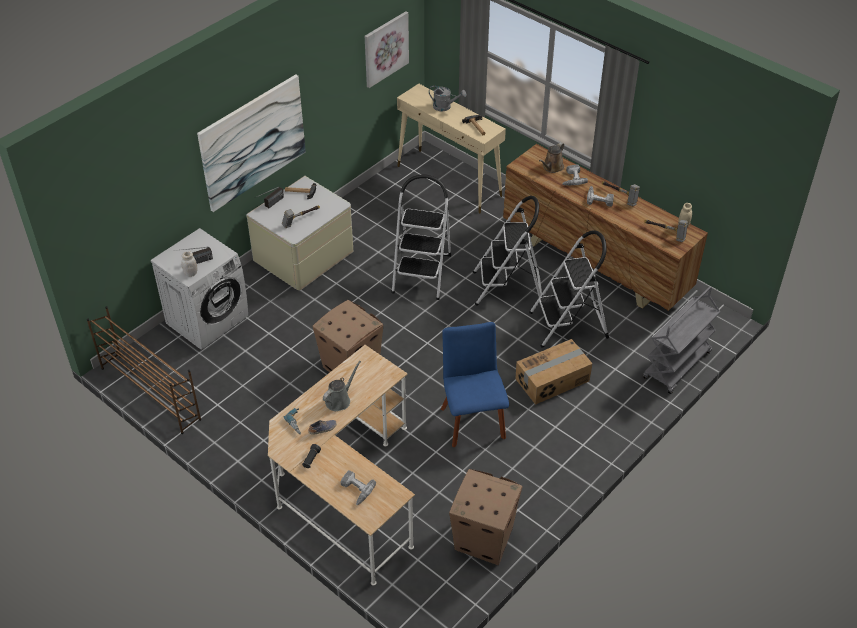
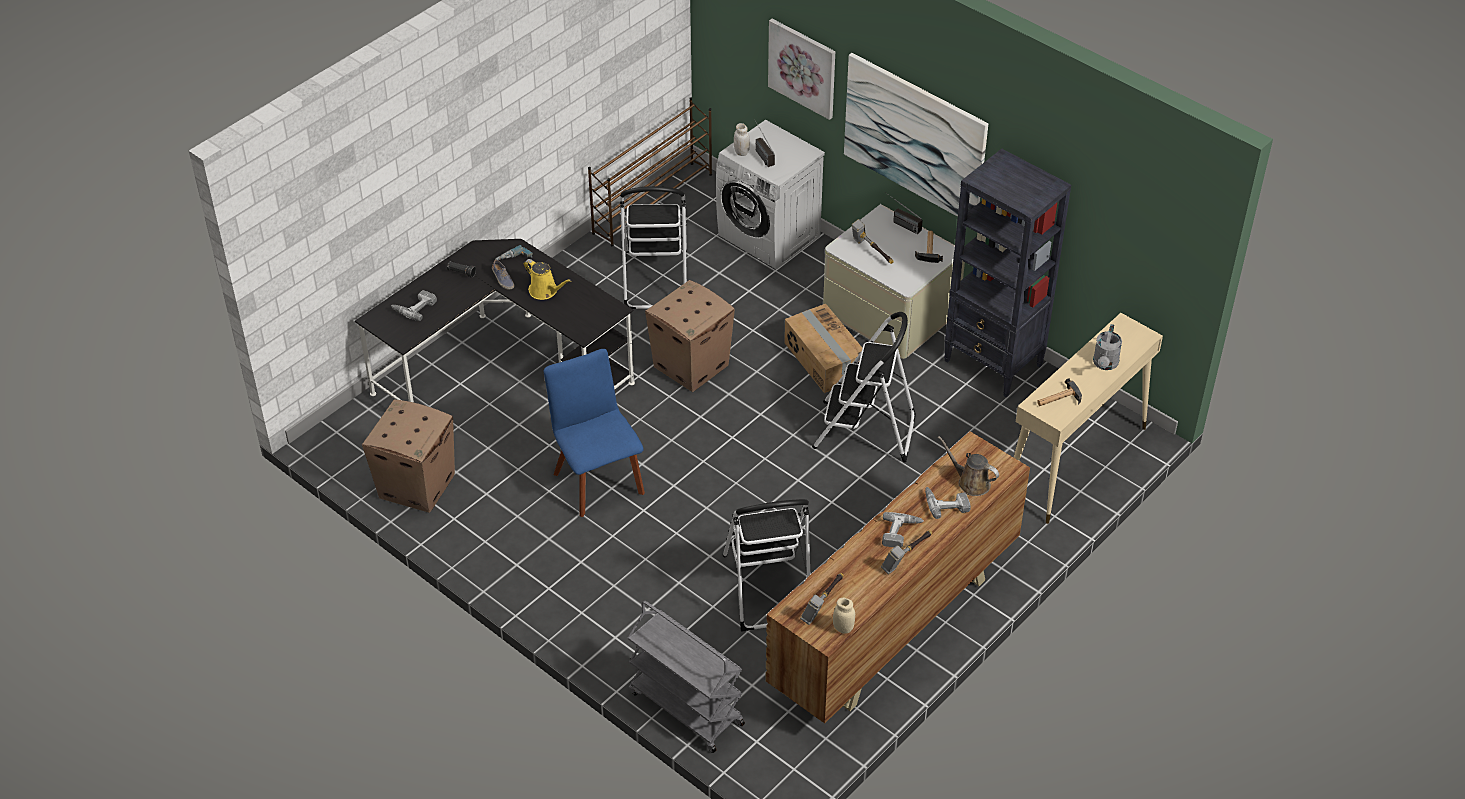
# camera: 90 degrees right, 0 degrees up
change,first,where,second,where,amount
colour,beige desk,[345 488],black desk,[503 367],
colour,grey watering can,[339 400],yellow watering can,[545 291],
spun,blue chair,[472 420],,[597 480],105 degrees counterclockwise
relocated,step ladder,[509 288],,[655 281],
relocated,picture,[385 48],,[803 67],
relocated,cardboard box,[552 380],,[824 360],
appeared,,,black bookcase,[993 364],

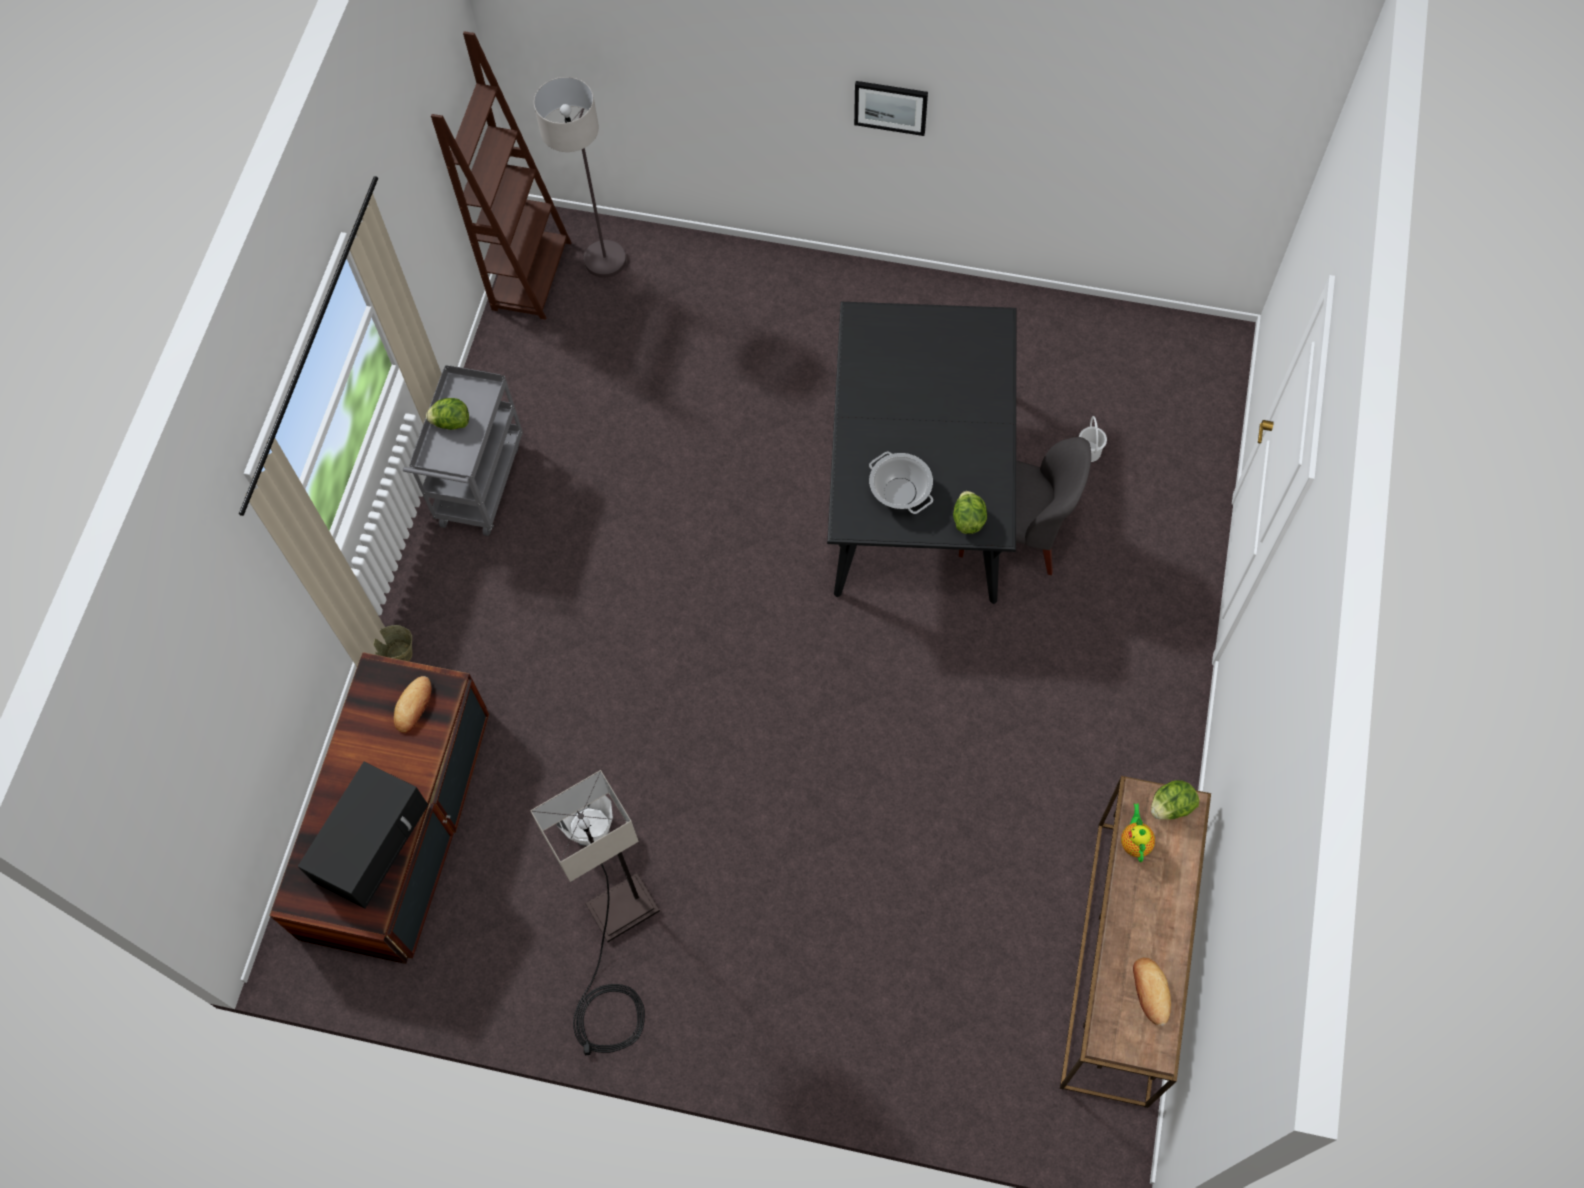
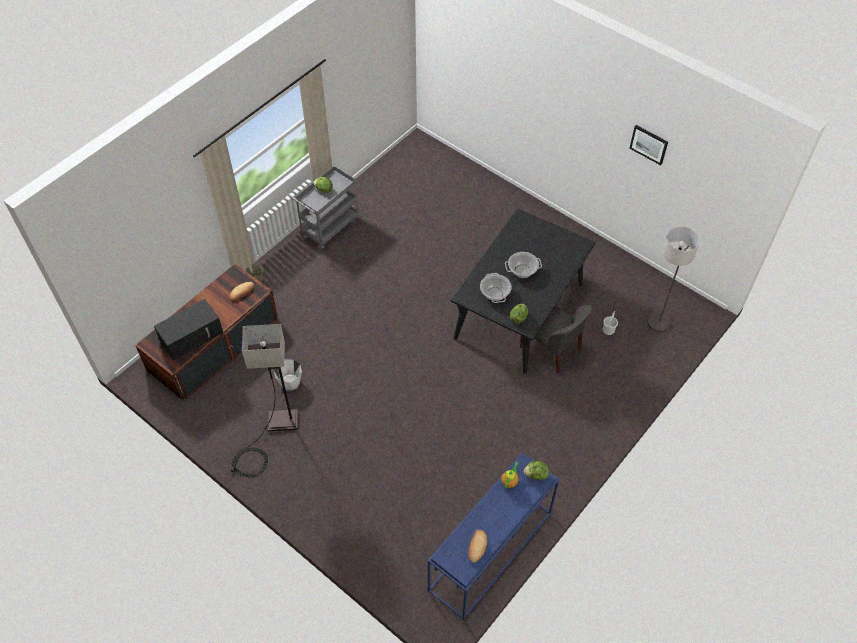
# camera: 25 degrees right, 10 degrees down
change,first,where,second,where,amount
colour,brown console table,[1124 963],blue console table,[490 552],
appeared,,,cooking pot,[522 271],
relocated,picture,[890 106],,[649 144],
relocated,grey floor lamp,[602 270],,[655 327],
missing,brown bookcase,[531 276],,,

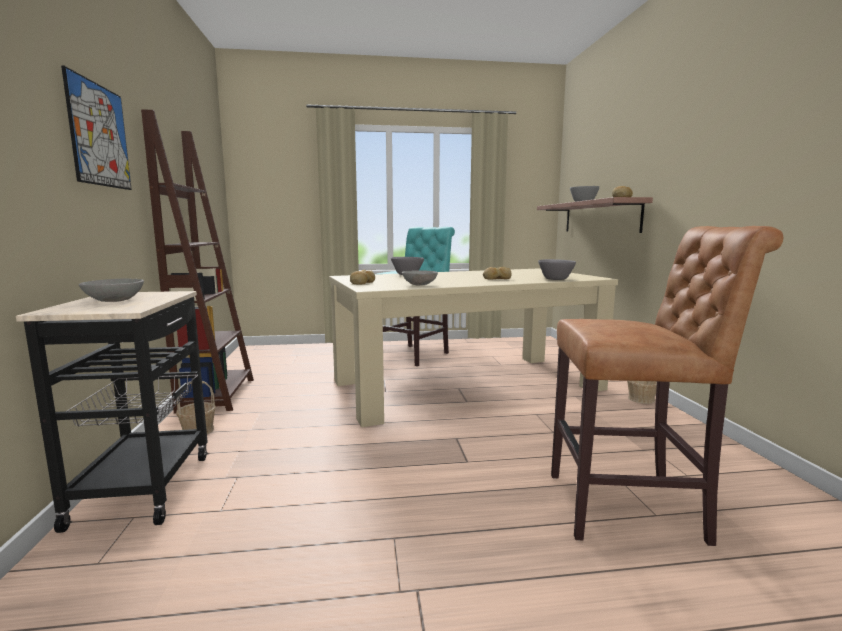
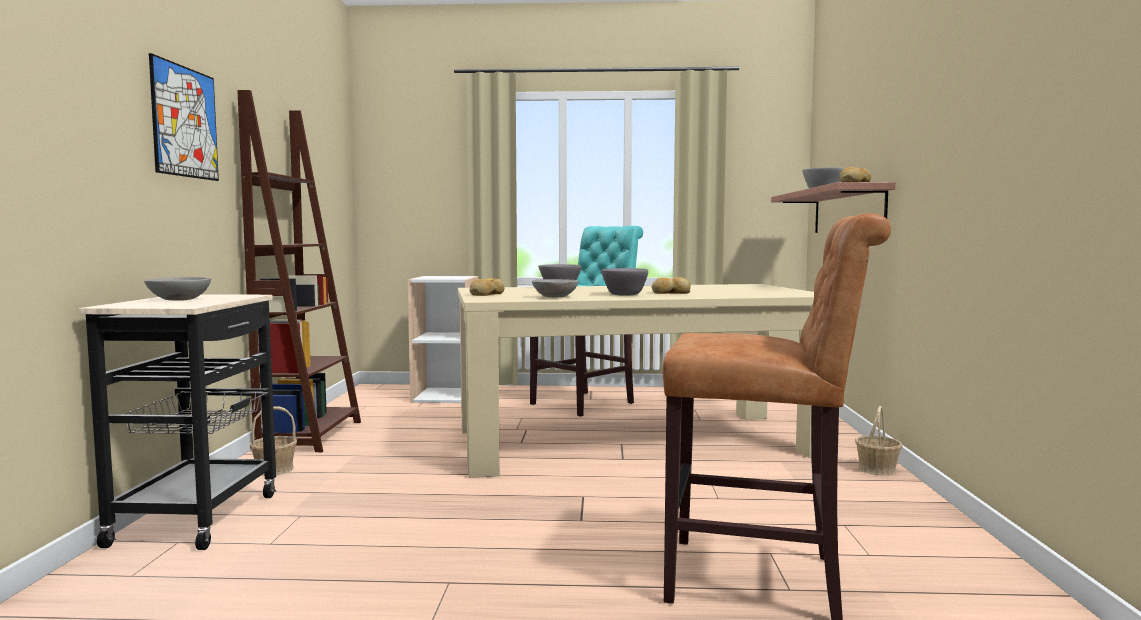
# camera: 10 degrees right, 5 degrees down
change,first,where,second,where,amount
appeared,,,bookcase,[447 396],
relocated,grey bowl,[554 279],,[625 294],

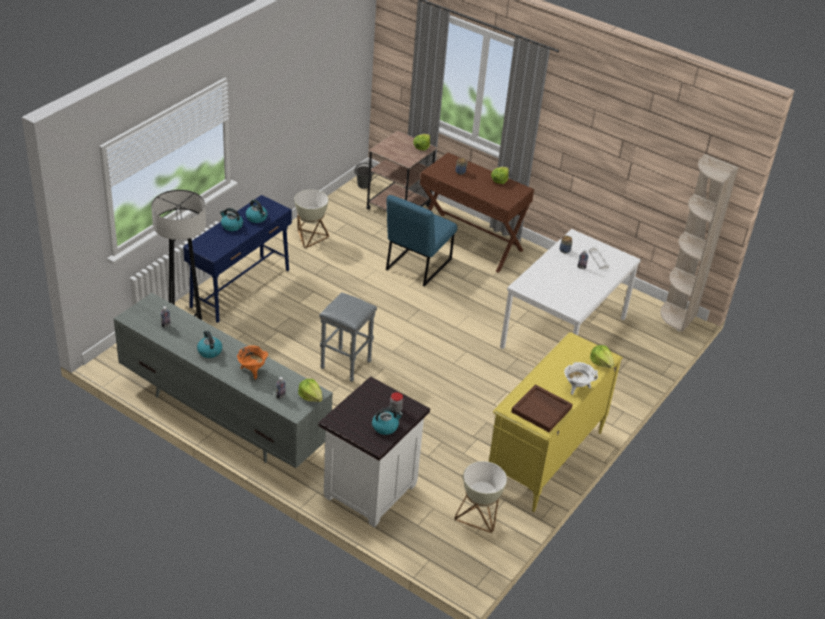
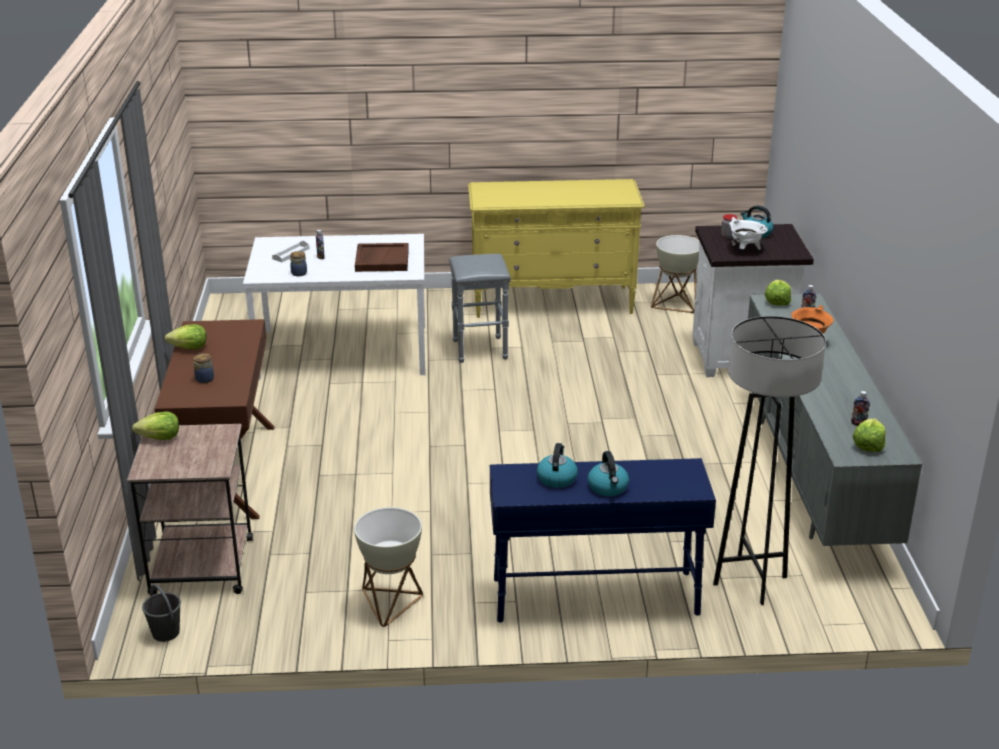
# camera: 125 degrees left, 10 degrees down
change,first,where,second,where,amount
relocated,brown tray,[542 410],,[381 260],
relocated,grey stool,[344 364],,[481 350],
relocated,white cooking pot,[577 388],,[745 250],
relocated,lettuce,[601 362],,[868 445],
missing,kettle,[209 351],,,
missing,blue chair,[417 265],,,
missing,beige bookcase,[675 320],,,

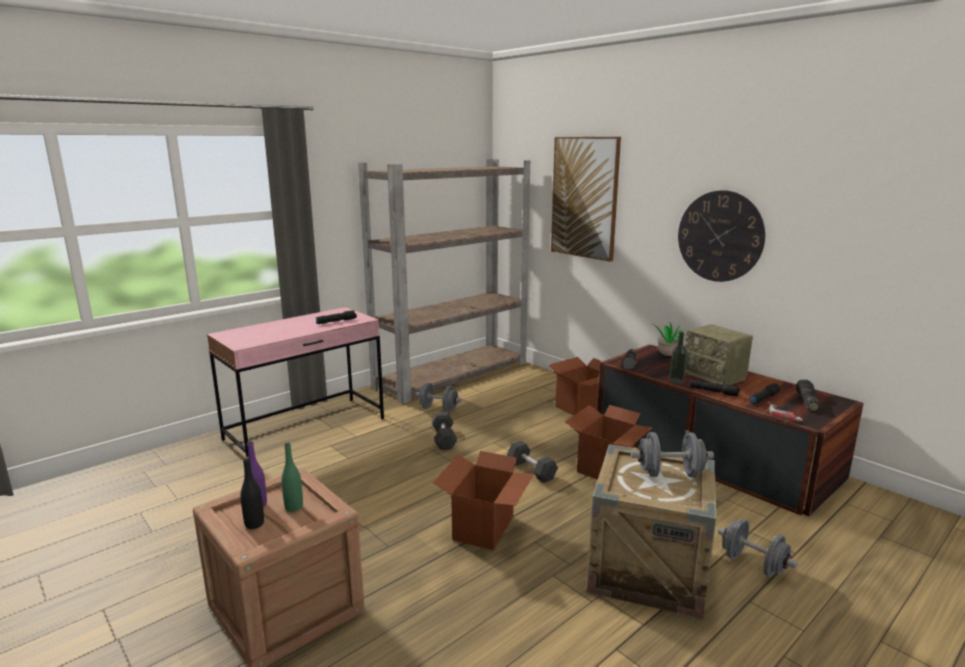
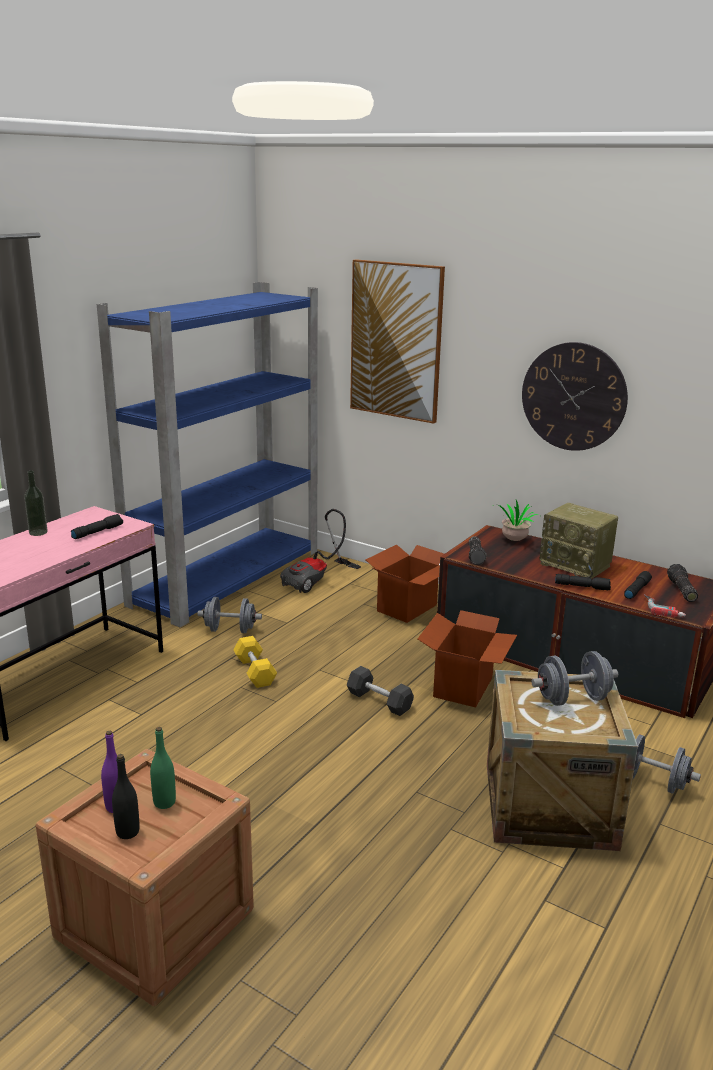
# camera: 15 degrees left, 5 degrees up
change,first,where,second,where,amount
relocated,bottle,[676 381],,[38 532],
colour,brown bookcase,[452 374],blue bookcase,[227 577],
colour,grey dumbbell,[444 438],yellow dumbbell,[255 671],
appeared,,,vacuum cleaner,[318 581],
missing,cardboard box,[484 528],,,

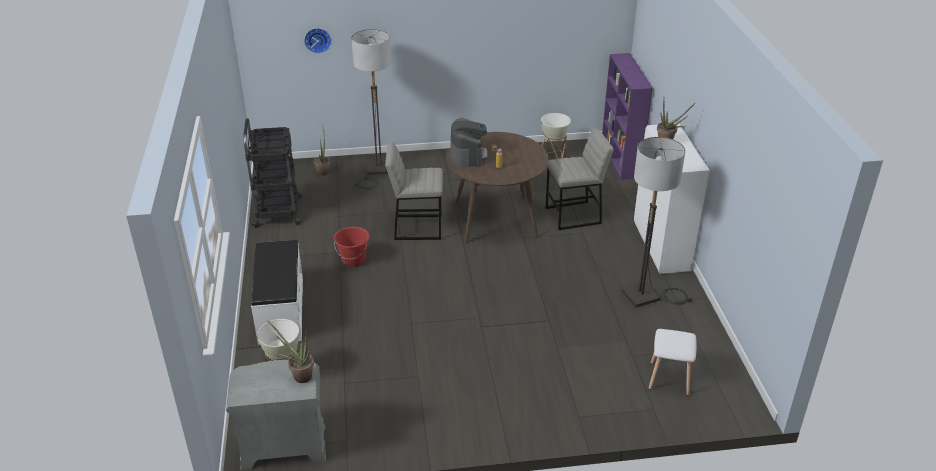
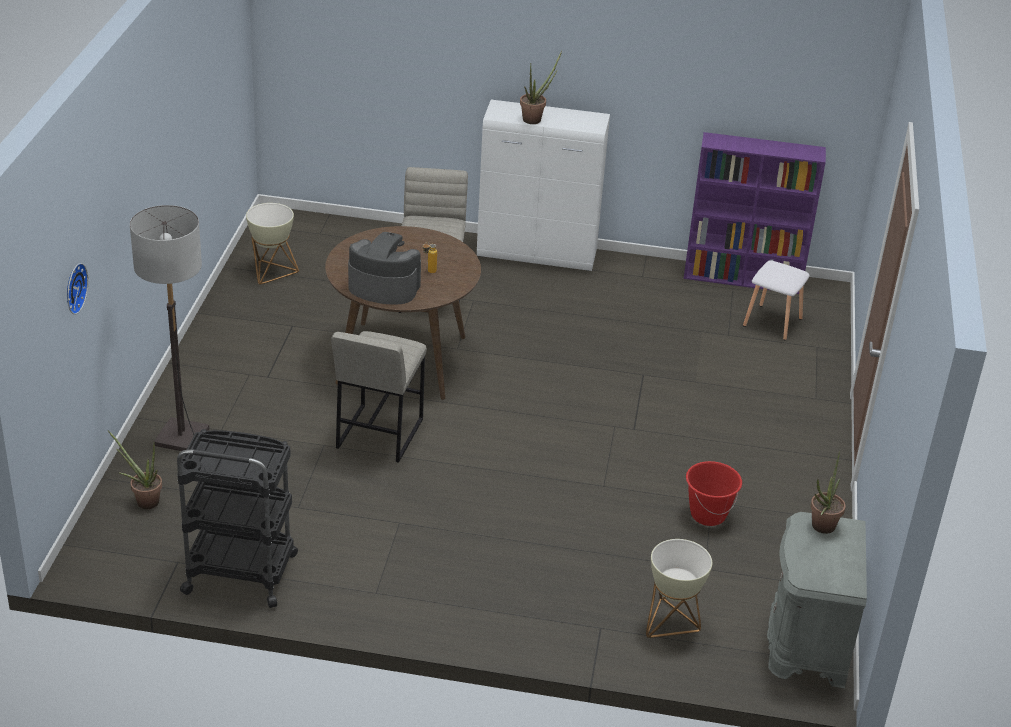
# camera: 75 degrees left, 0 degrees up
change,first,where,second,where,amount
relocated,purple bookcase,[620 159],,[744 278],
relocated,red bucket,[353 260],,[708 514],
missing,white bench,[280 311],,,
missing,floor lamp,[651 296],,,

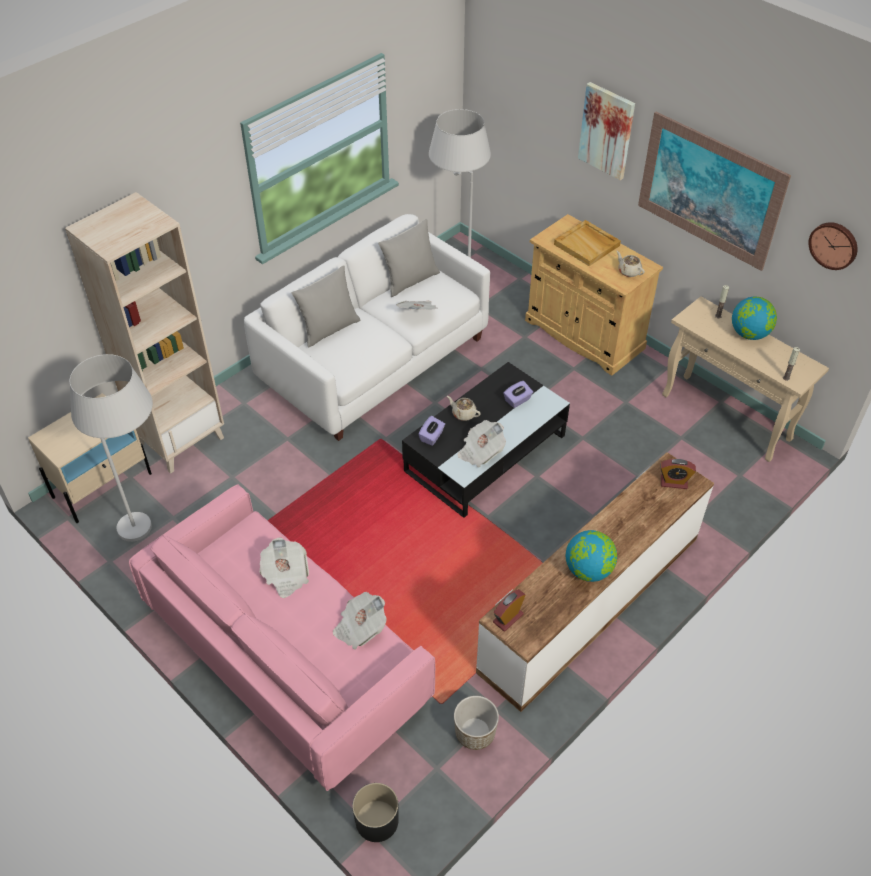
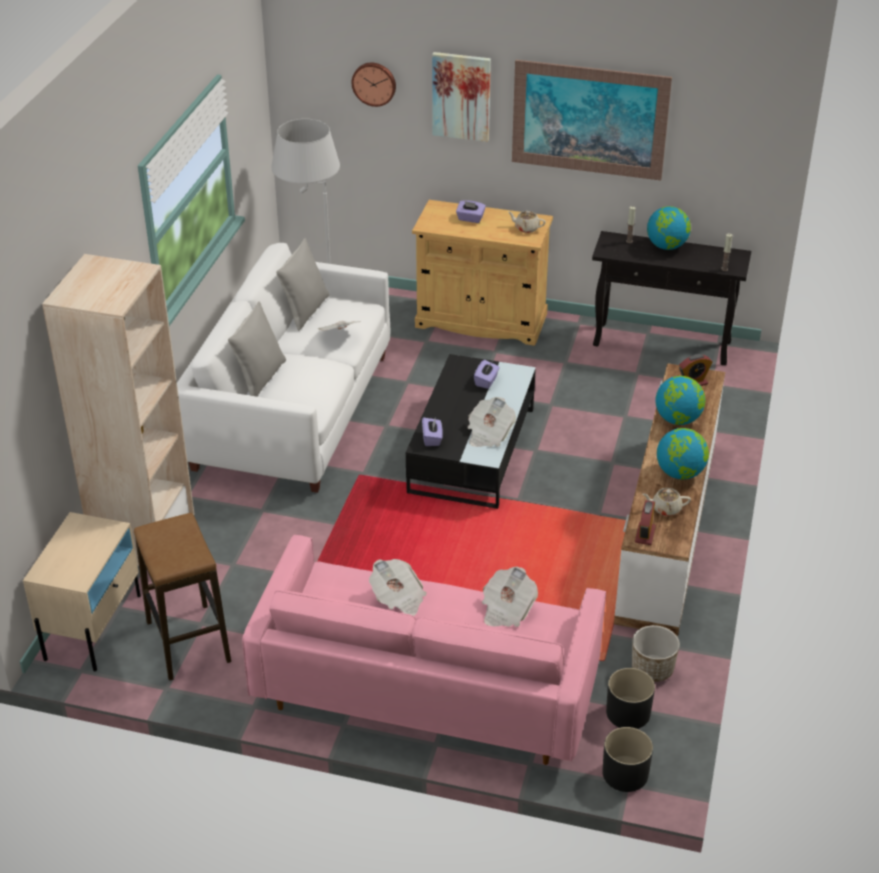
# camera: 30 degrees left, 10 degrees down
change,first,where,second,where,amount
exchanged,white floor lamp,[153 529],stool,[188 642],
relocated,wall clock,[834 245],,[374 83],
exchanged,beige tray,[587 245],purple tissue box,[470 219],
colour,beige console table,[727 417],black console table,[663 344],
appeared,,,black planter,[628 712],
relocated,beige teapot,[463 414],,[665 509],
appeared,,,globe,[678 419],

